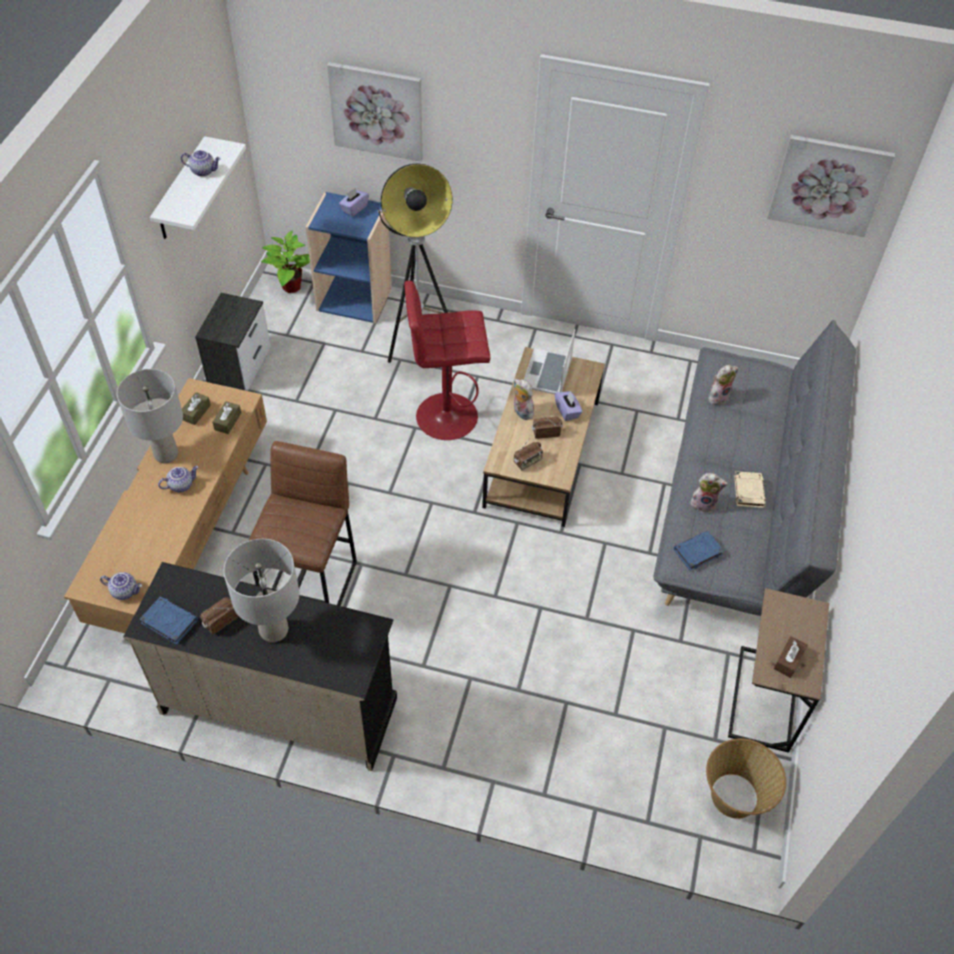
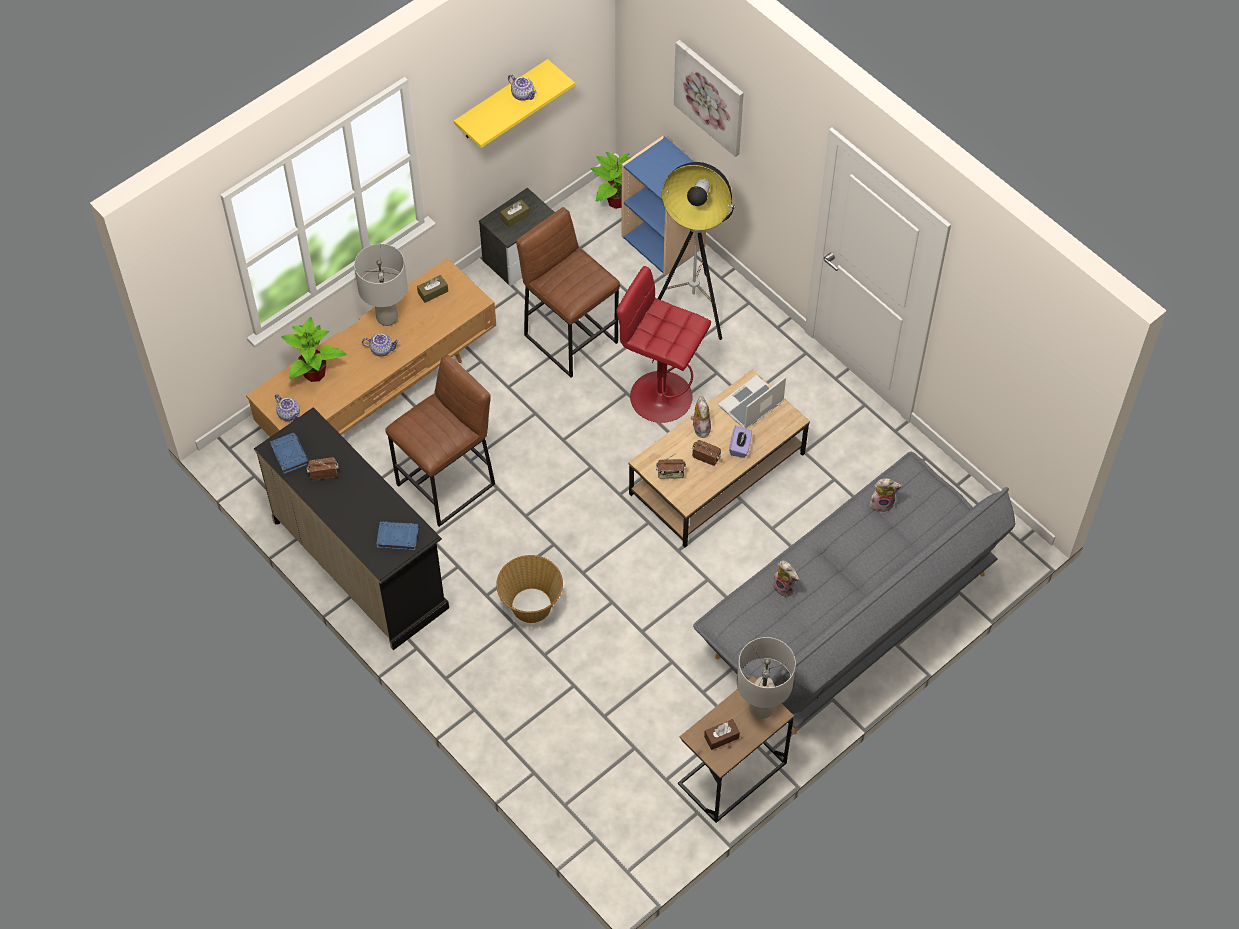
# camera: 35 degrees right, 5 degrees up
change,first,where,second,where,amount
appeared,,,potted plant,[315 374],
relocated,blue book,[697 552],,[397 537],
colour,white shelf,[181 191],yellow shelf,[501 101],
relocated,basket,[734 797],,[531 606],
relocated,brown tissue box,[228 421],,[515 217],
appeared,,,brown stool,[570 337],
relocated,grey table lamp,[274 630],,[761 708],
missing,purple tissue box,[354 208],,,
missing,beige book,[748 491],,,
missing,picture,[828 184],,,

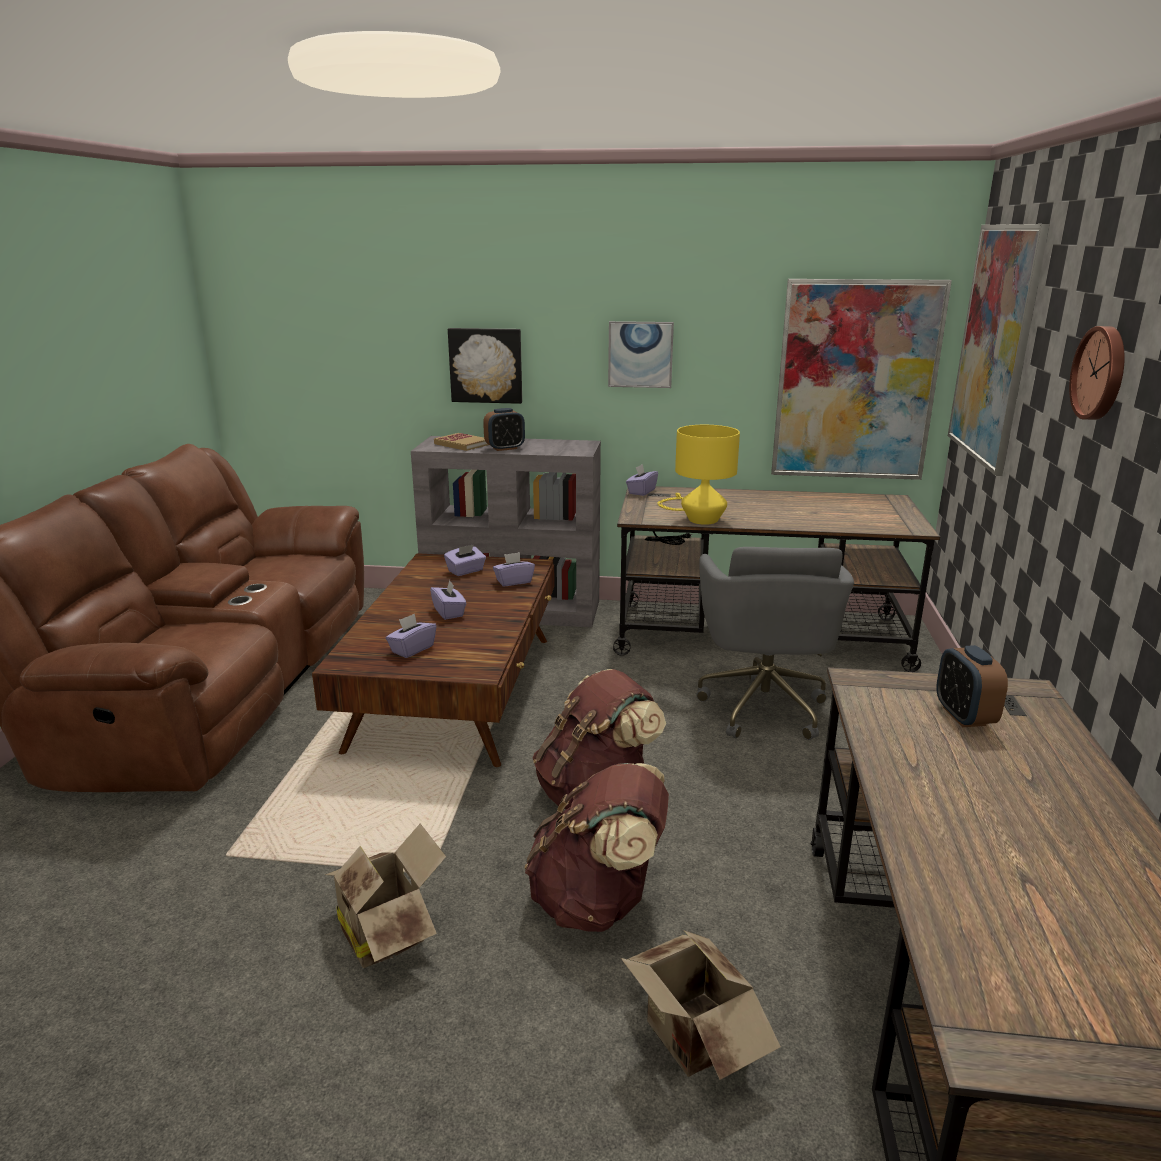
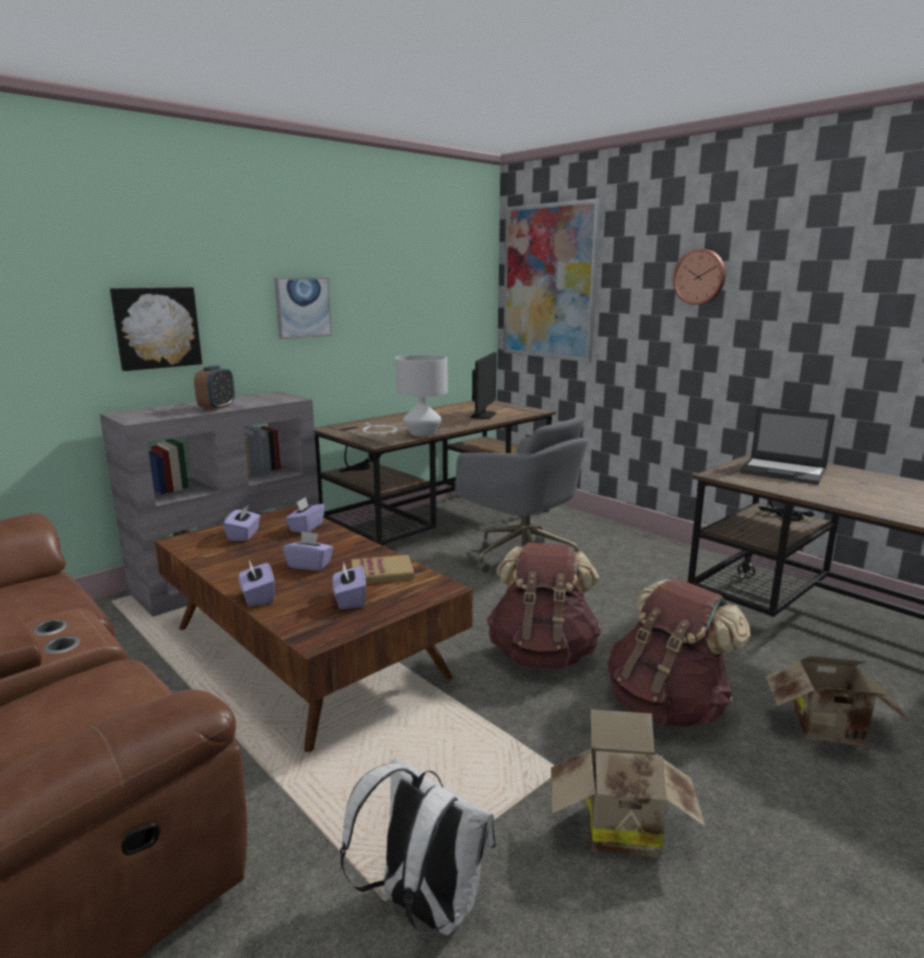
# camera: 50 degrees left, 5 degrees down
change,first,where,second,where,amount
relocated,purple tissue box,[641 491],,[257 597],
appeared,,,white backpack,[423 907],
relocated,book,[462 444],,[382 573],
colour,yellow table lamp,[693 513],white table lamp,[405 432],
appeared,,,monitor,[483 415],
exchanged,alarm clock,[964 716],laptop,[784 472],
missing,picture,[856 381],,,

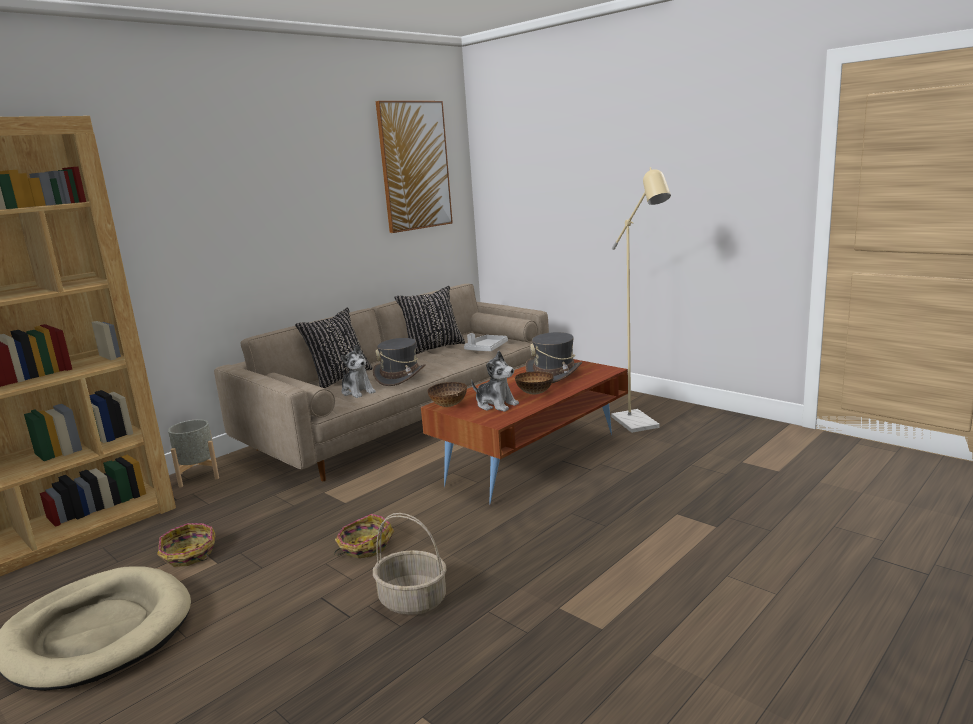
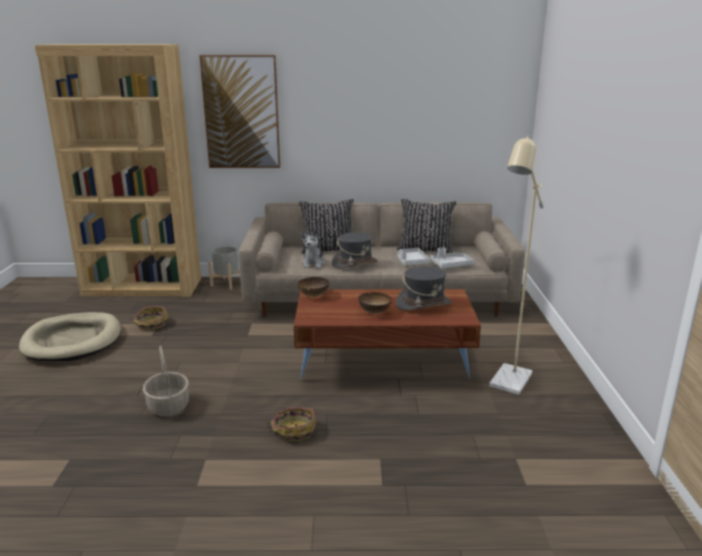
# camera: 45 degrees right, 5 degrees up
change,first,where,second,where,amount
relocated,picture,[414 166],,[241 113],
relocated,basket,[364 546],,[293 430],
appeared,,,grey tray,[411 262],
missing,plush toy,[496 405],,,

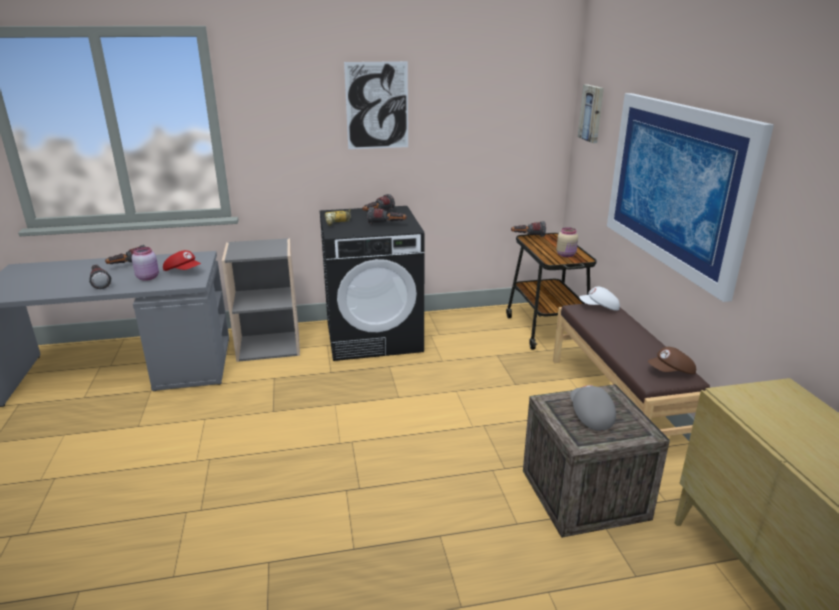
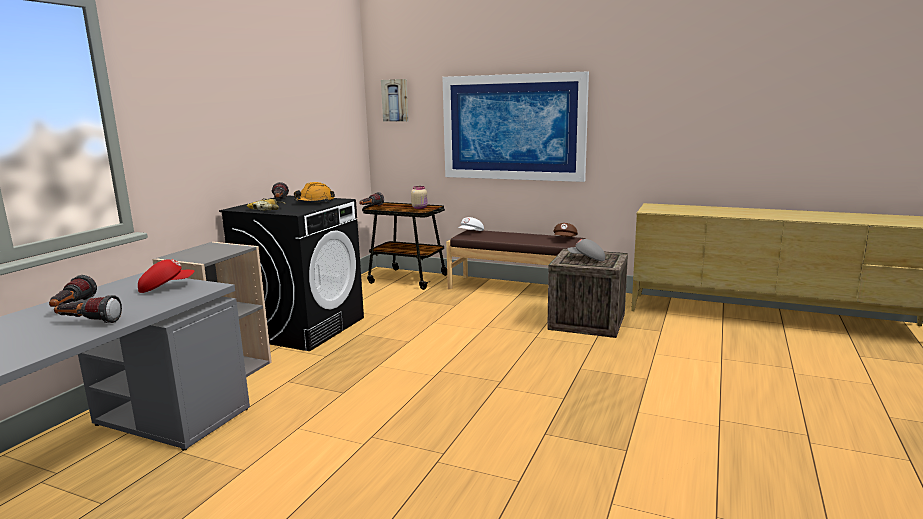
# camera: 55 degrees left, 10 degrees down
change,first,where,second,where,amount
exchanged,flashlight,[387 225],orange hard hat,[314 202],
missing,pink jar,[148 277],,,
missing,picture,[377 106],,,

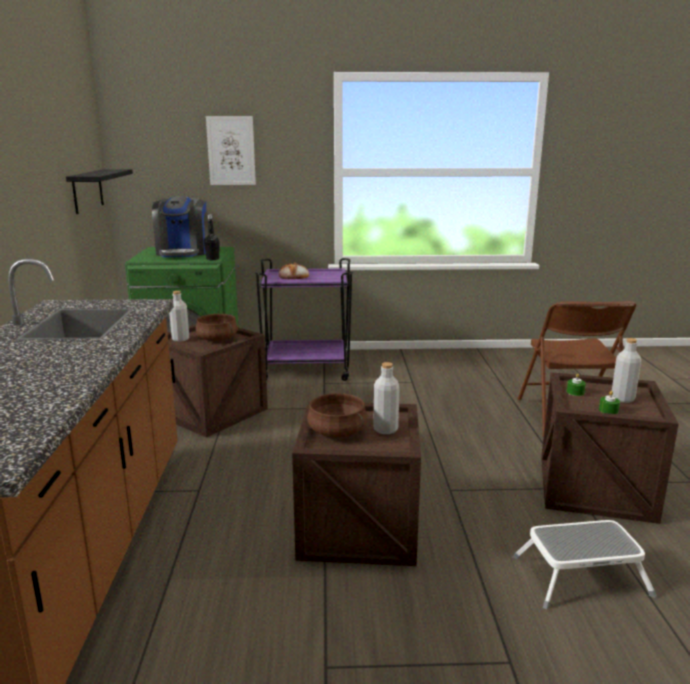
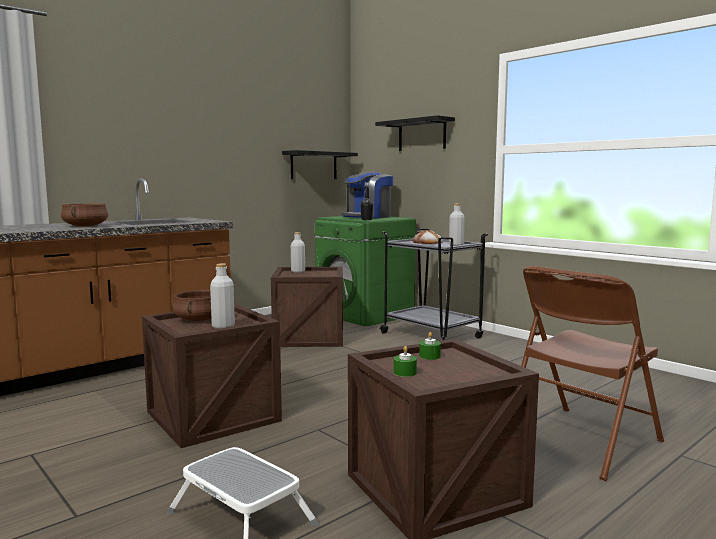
# camera: 50 degrees right, 10 degrees down
change,first,where,second,where,amount
relocated,brown cooking pot,[217 339],,[86 226],
exchanged,picture,[231 151],black shelf,[422 135],
colour,purple cart,[307 369],grey cart,[432 336],
relocated,grey bottle,[622 399],,[456 245],

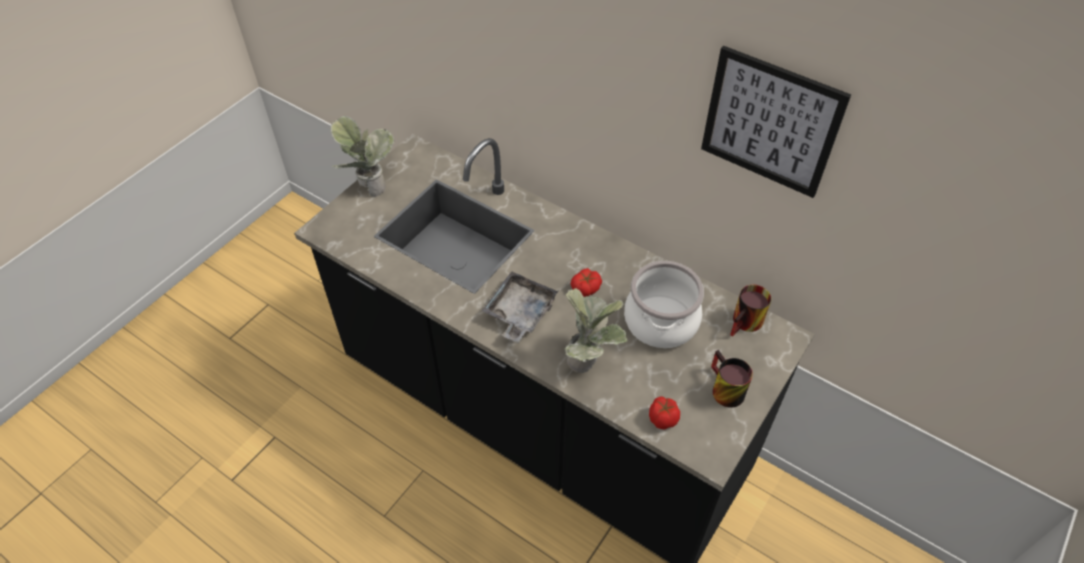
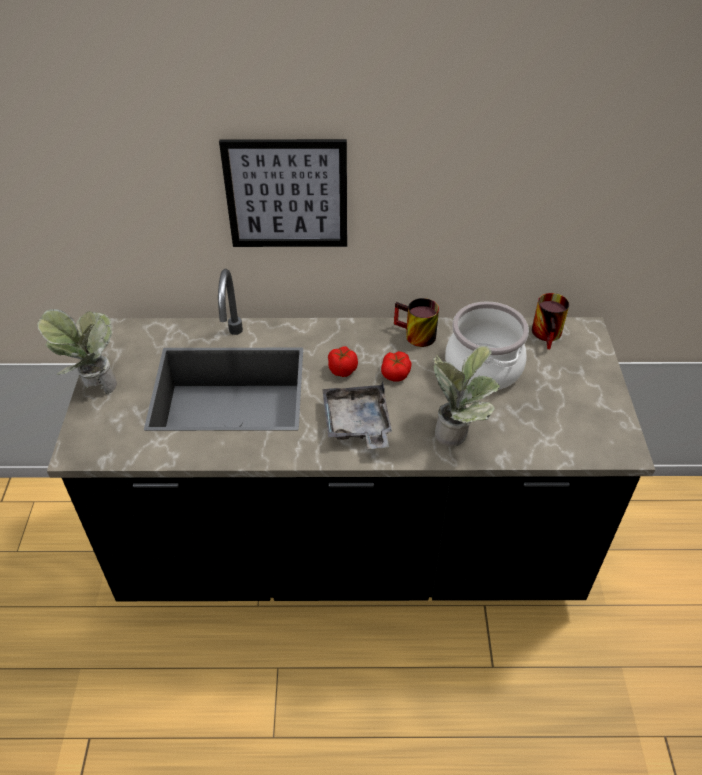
# camera: 35 degrees left, 5 degrees down
change,first,where,second,where,amount
relocated,picture,[770 122],,[286 194],
relocated,tomato,[662 418],,[342 370],
relocated,mug,[722 389],,[414 336],

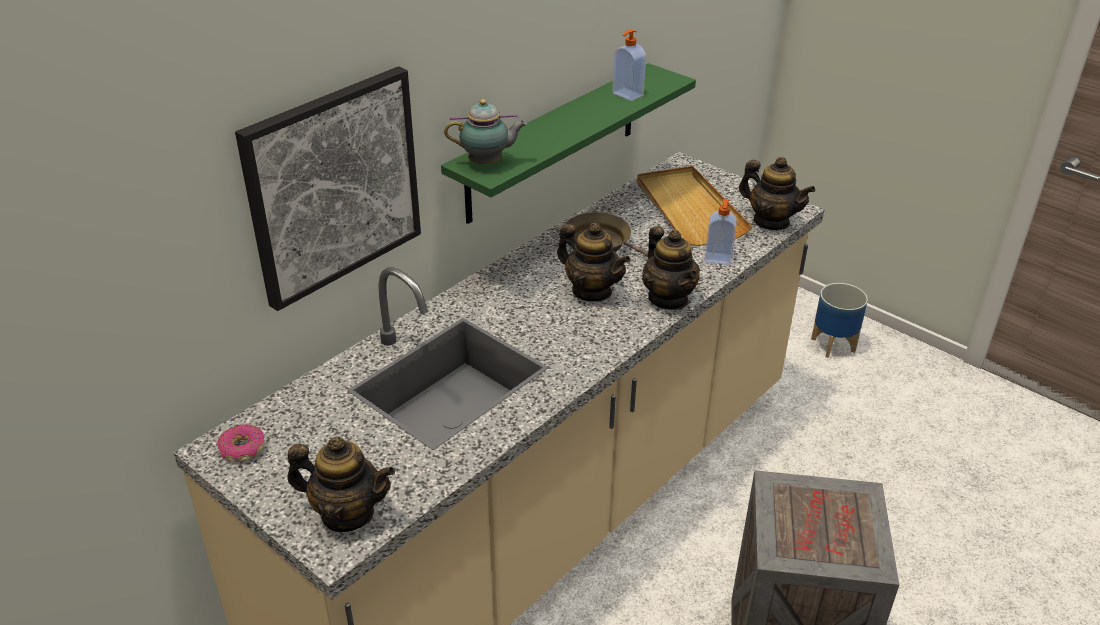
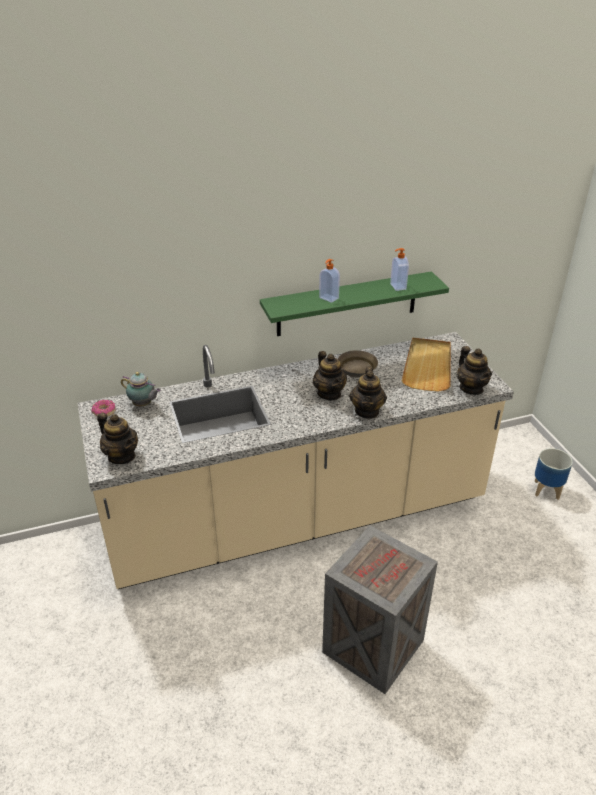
# camera: 30 degrees right, 0 degrees up
change,first,where,second,where,amount
relocated,teapot,[487 163],,[143 404],
relocated,soap dispenser,[718 259],,[328 298],
missing,picture,[333 185],,,

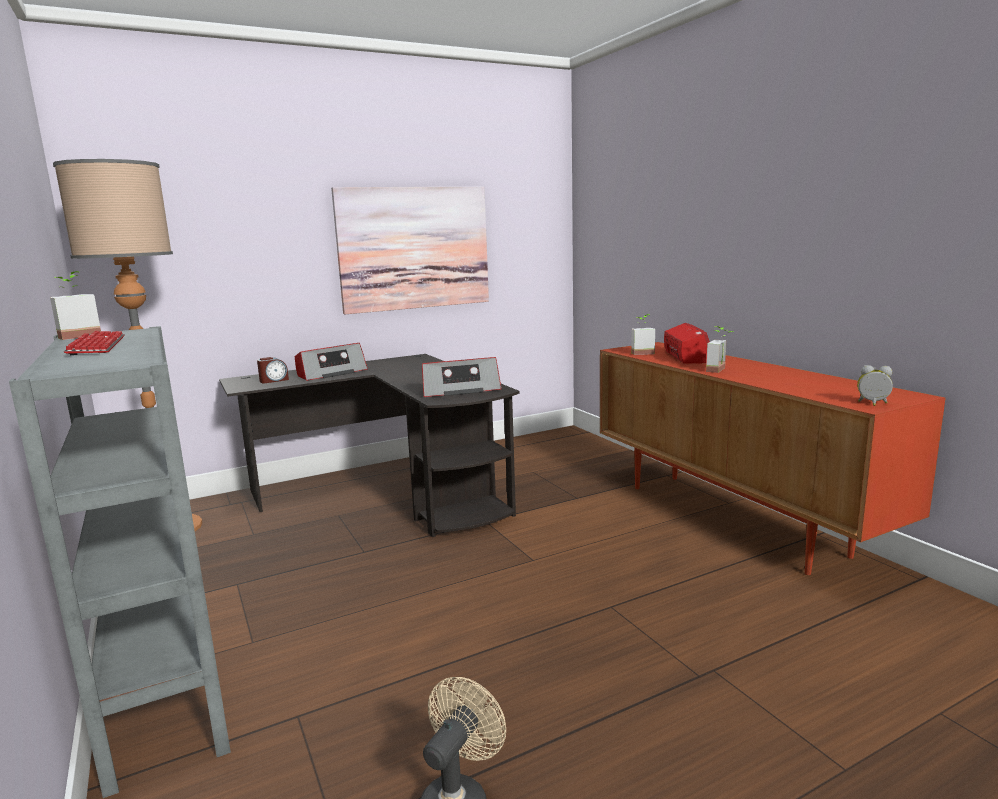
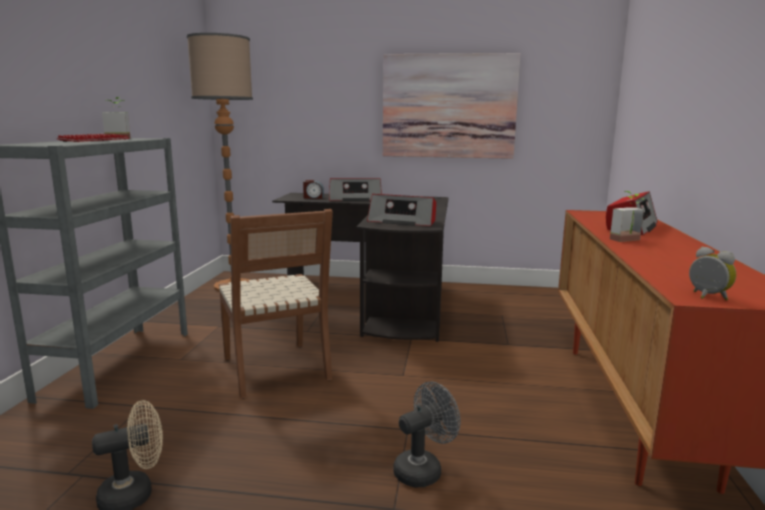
# camera: 35 degrees right, 0 degrees up
change,first,where,second,where,amount
appeared,,,chair,[276 372],
appeared,,,grey fan,[423 469],
missing,potted plant,[641 352],,,

